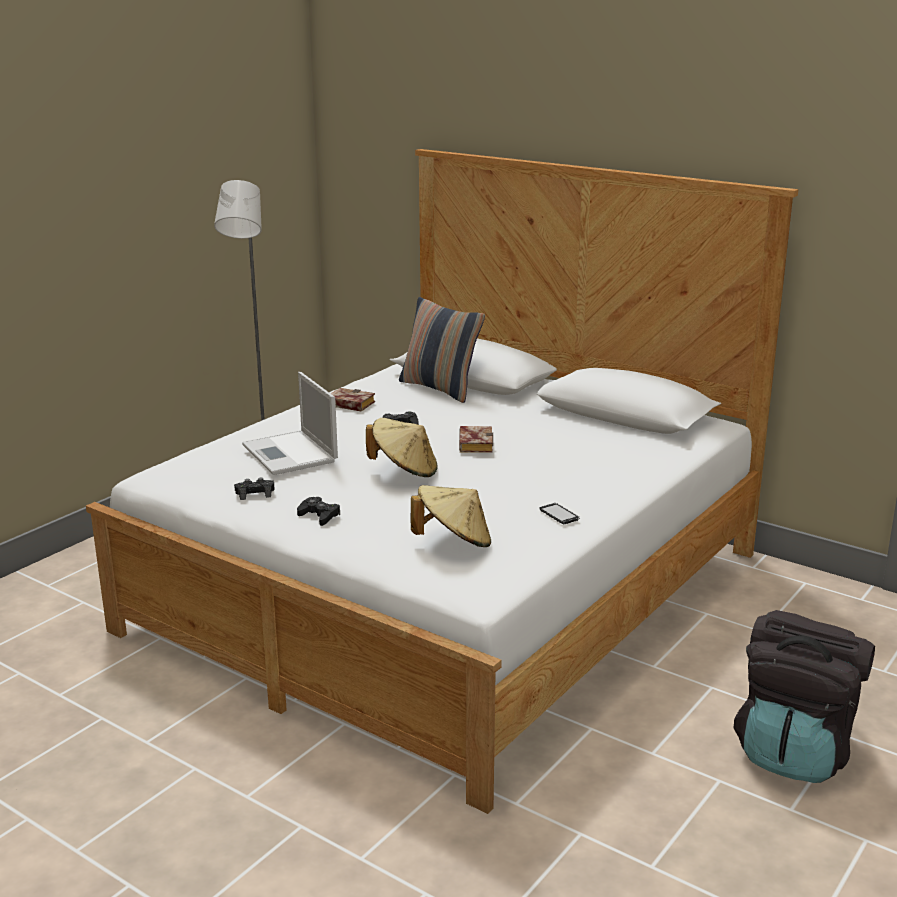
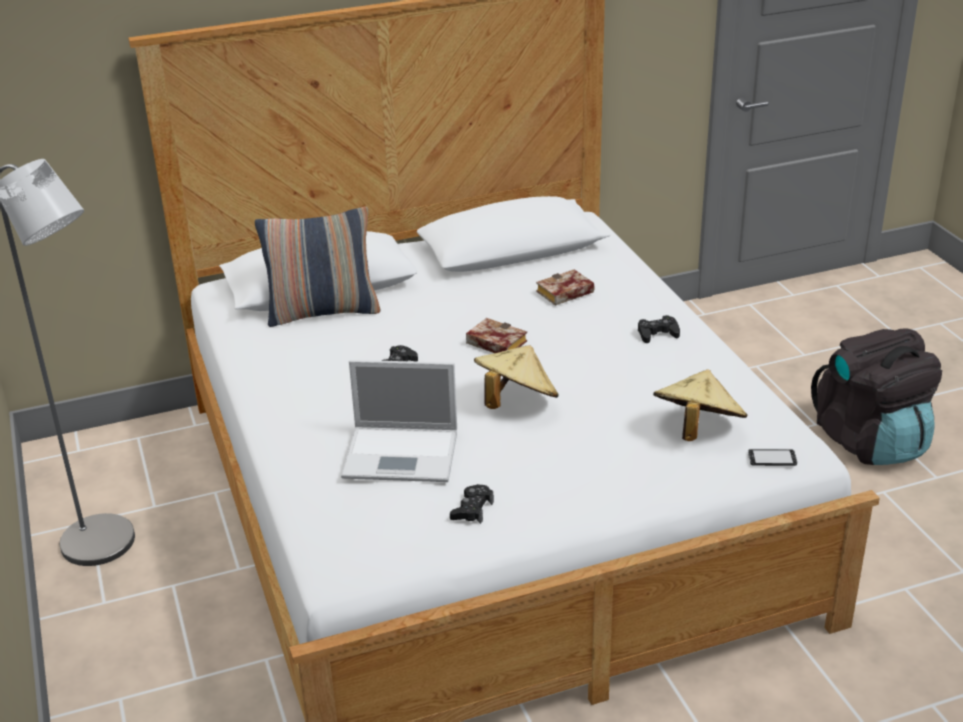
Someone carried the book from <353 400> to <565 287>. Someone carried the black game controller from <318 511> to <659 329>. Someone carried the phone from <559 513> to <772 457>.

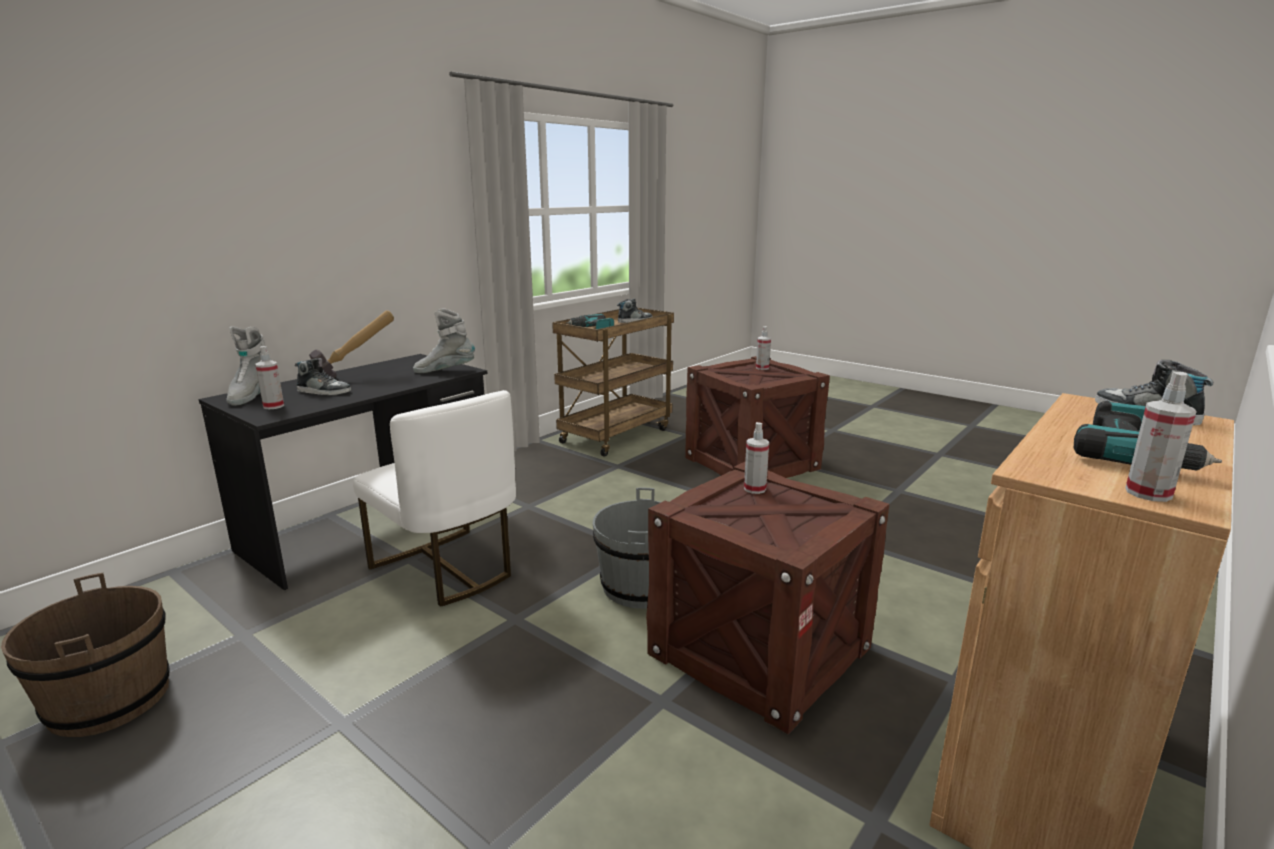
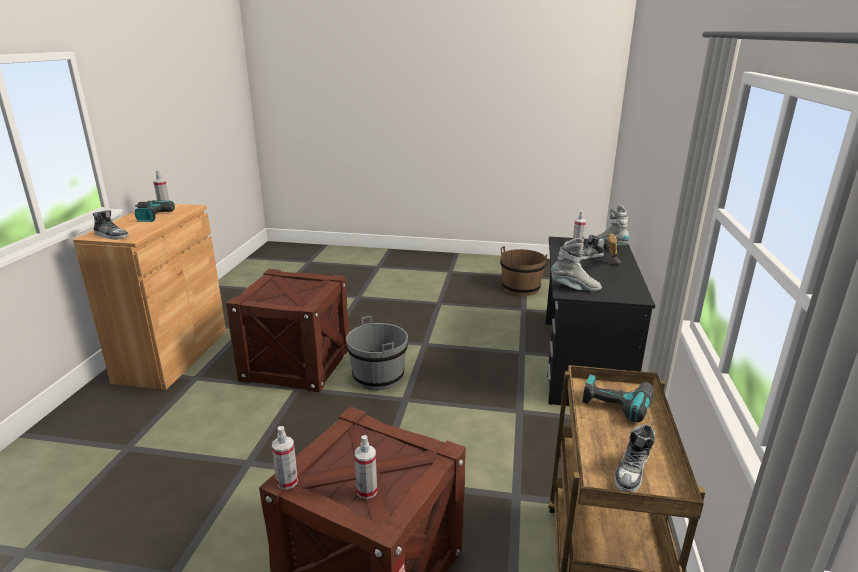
Someone carried the spray bottle from <756 458> to <285 458>. Someone rotated the grey boot at <444 341> by 45 degrees clockwise. Someone took away the white chair at <434 498>.

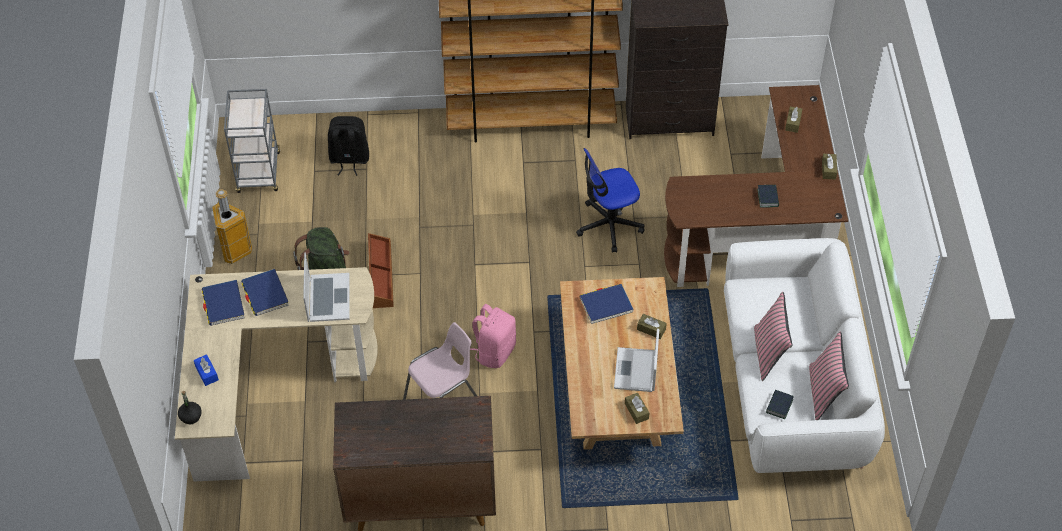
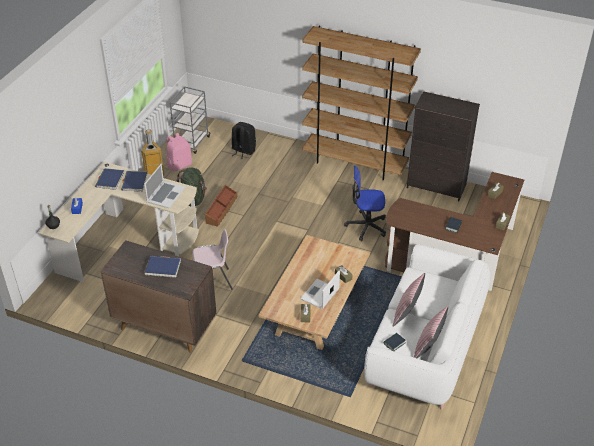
Someone carried the blue book from <606 304> to <162 267>. Someone carried the pink backpack from <493 336> to <179 152>.

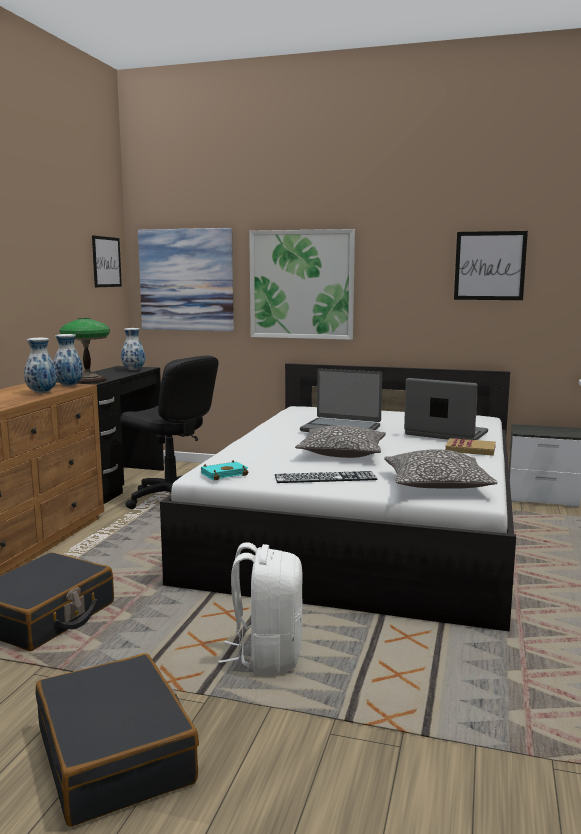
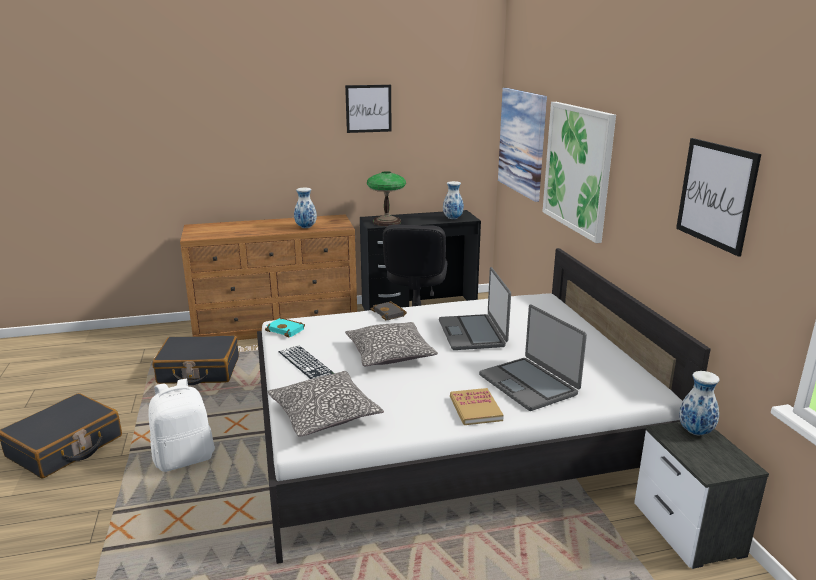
Someone carried the picture from <107 261> to <368 109>. Someone put down the black book at <389 310>. Someone rotated the laptop at <446 409> by 150 degrees clockwise. Someone carried the vase from <68 360> to <699 403>.

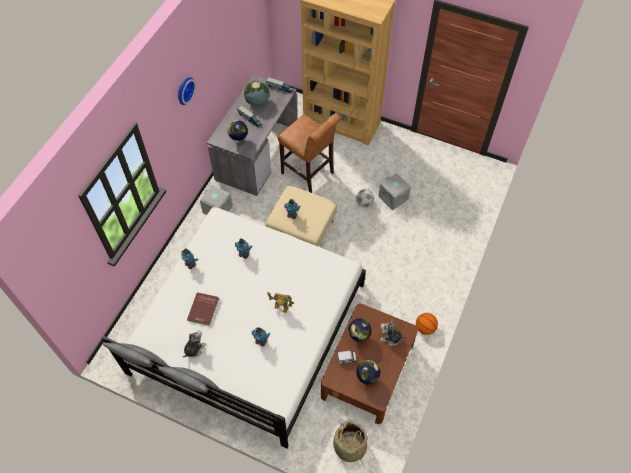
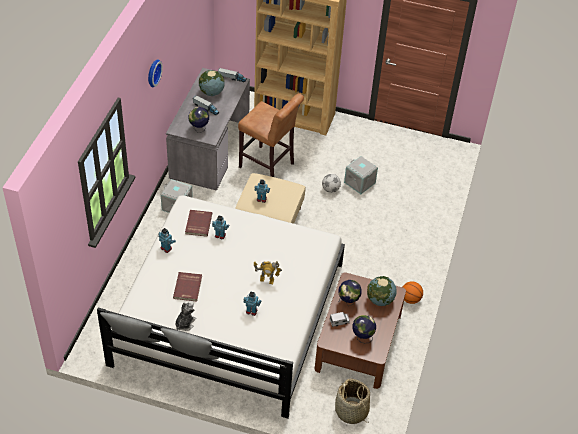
Someone put down the red book at <198 223>. Someone swapped the plush toy at <393 332> for the globe at <382 291>.

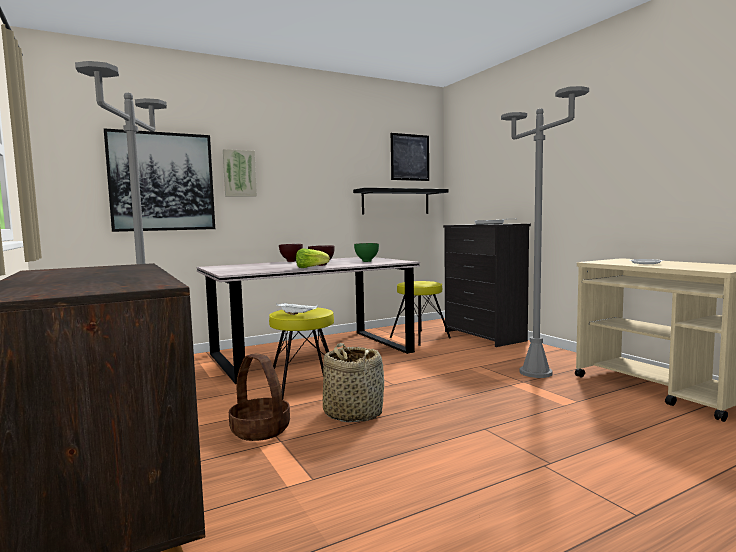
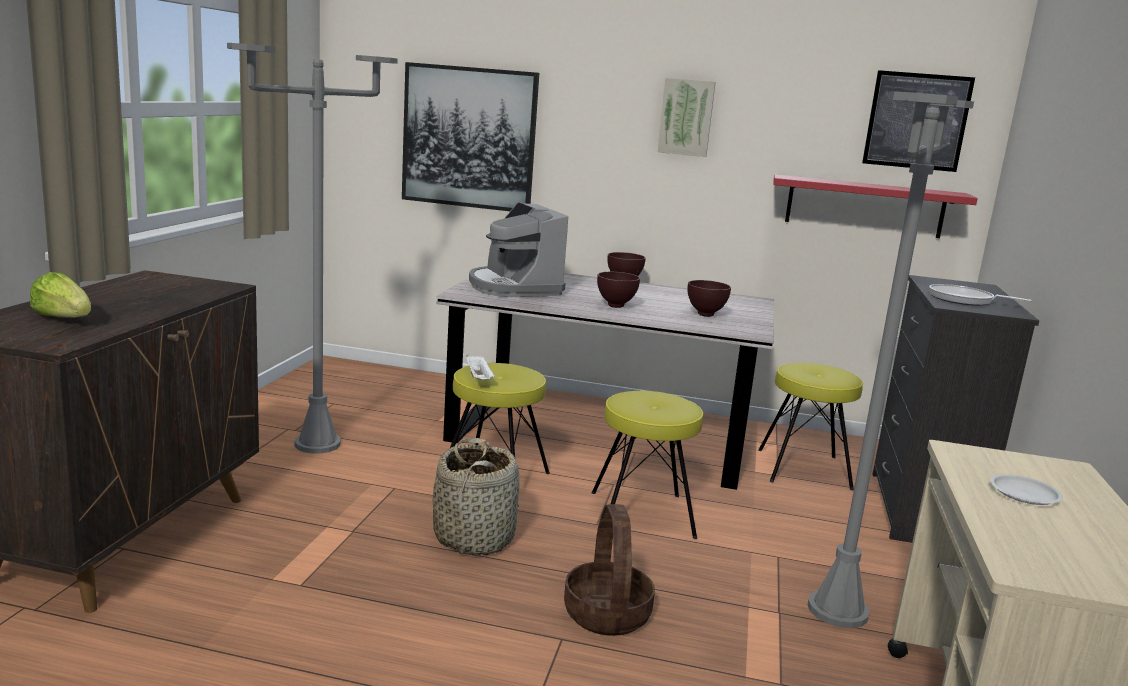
Someone carried the lettuce from <313 258> to <60 295>. Someone put down the coffee machine at <518 249>. Someone carried the basket from <259 397> to <609 570>. Someone put down the yellow stool at <647 465>. Someone carried the picture from <240 173> to <687 117>. Someone repainted the green bowl at <366 252>, which became the brown bowl at <709 298>. Someone repainted the black shelf at <401 201>, which became the red shelf at <875 206>.

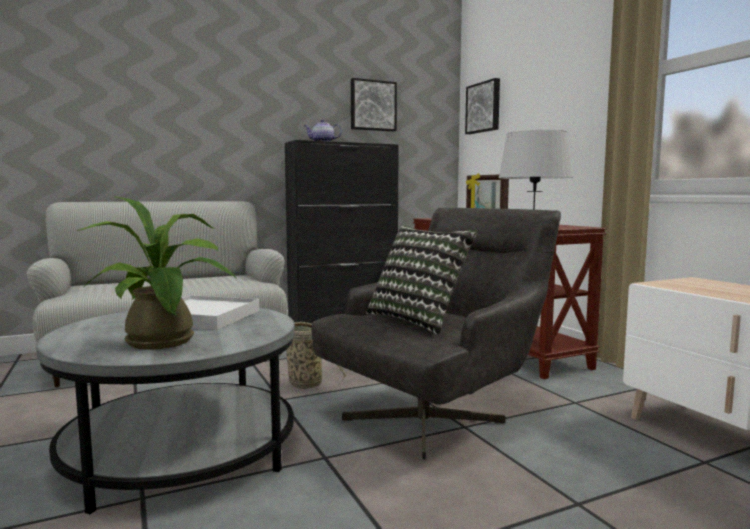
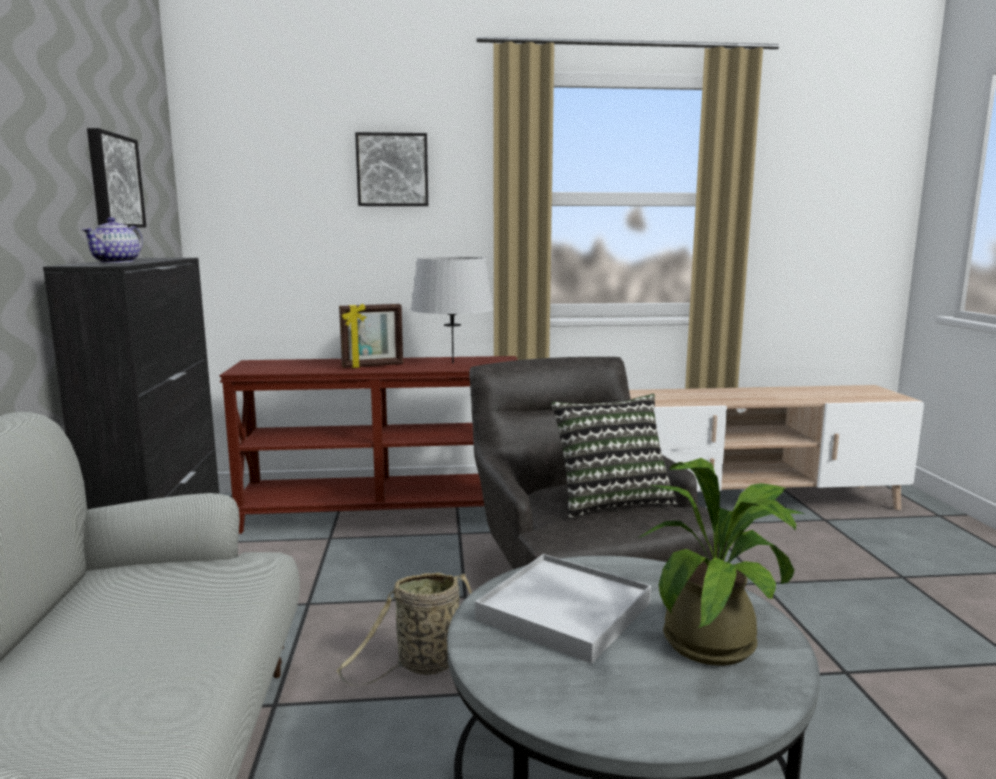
Someone carried the picture from <482 106> to <391 169>.

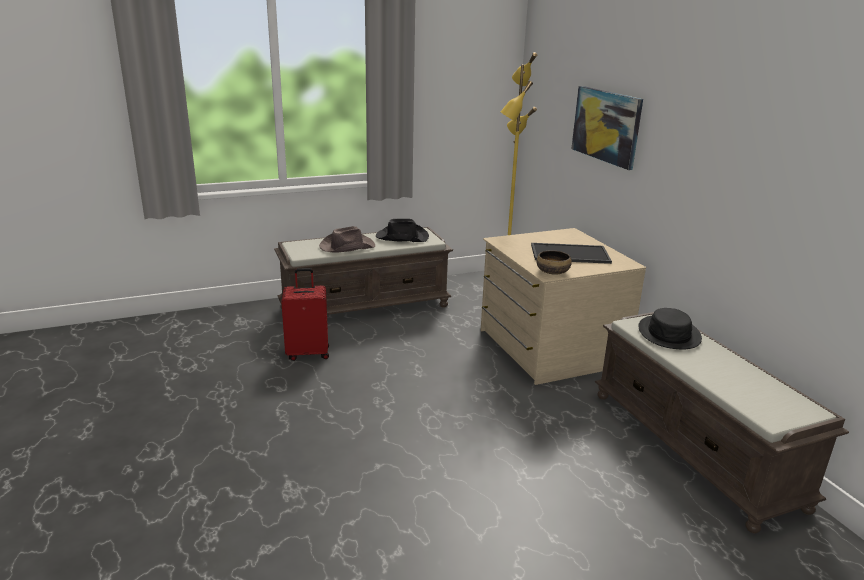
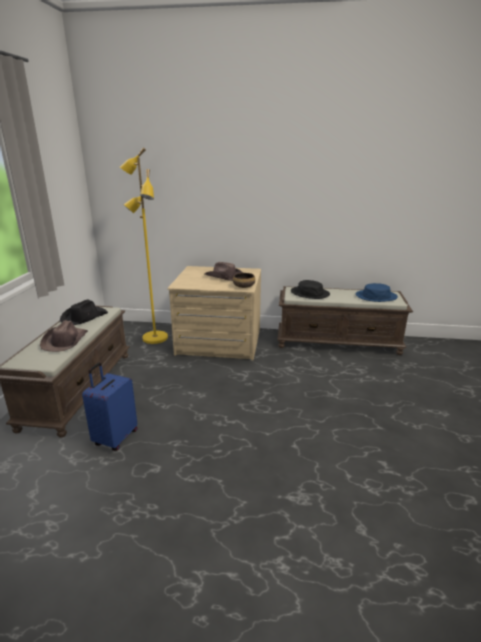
Someone repainted the red suitcase at <305 314>, which became the blue suitcase at <109 406>. Someone swapped the tray at <571 253> for the brown hat at <223 271>. Someone put down the blue hat at <377 292>. Someone took away the picture at <607 128>.

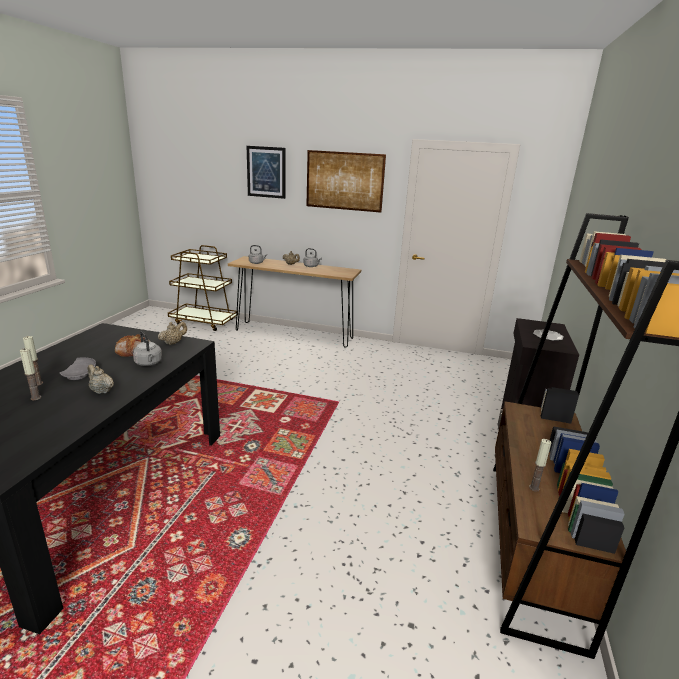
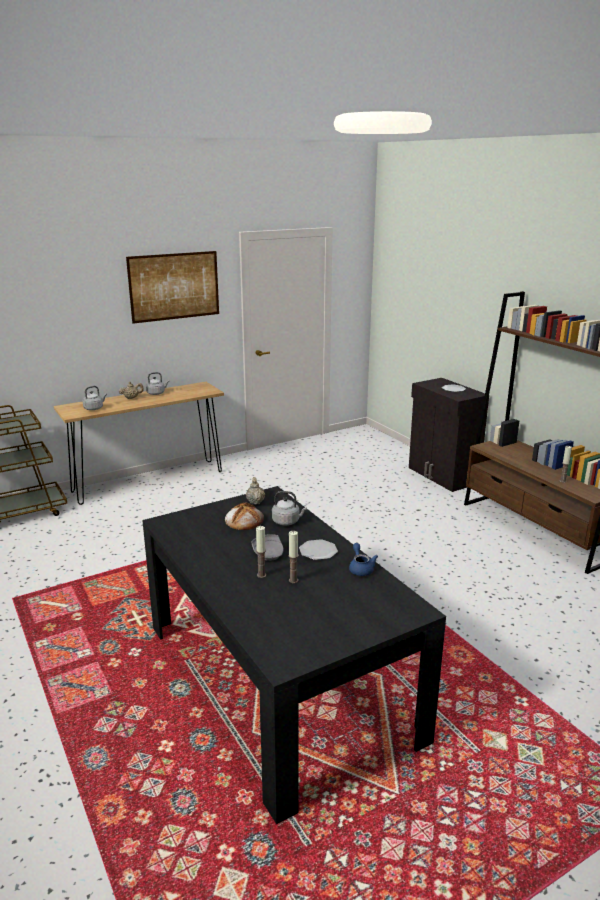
Someone swapped the beige teapot at <101 379> for the plate at <318 549>. Someone put down the blue teapot at <363 559>. Someone took away the picture at <266 172>.

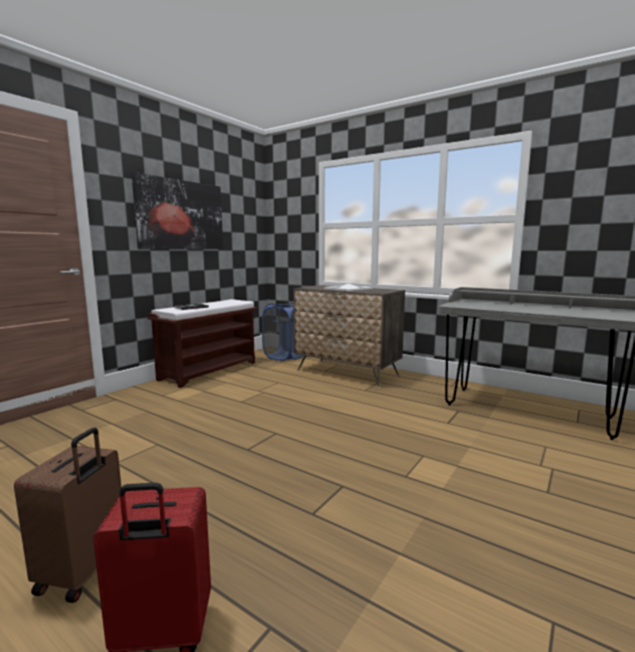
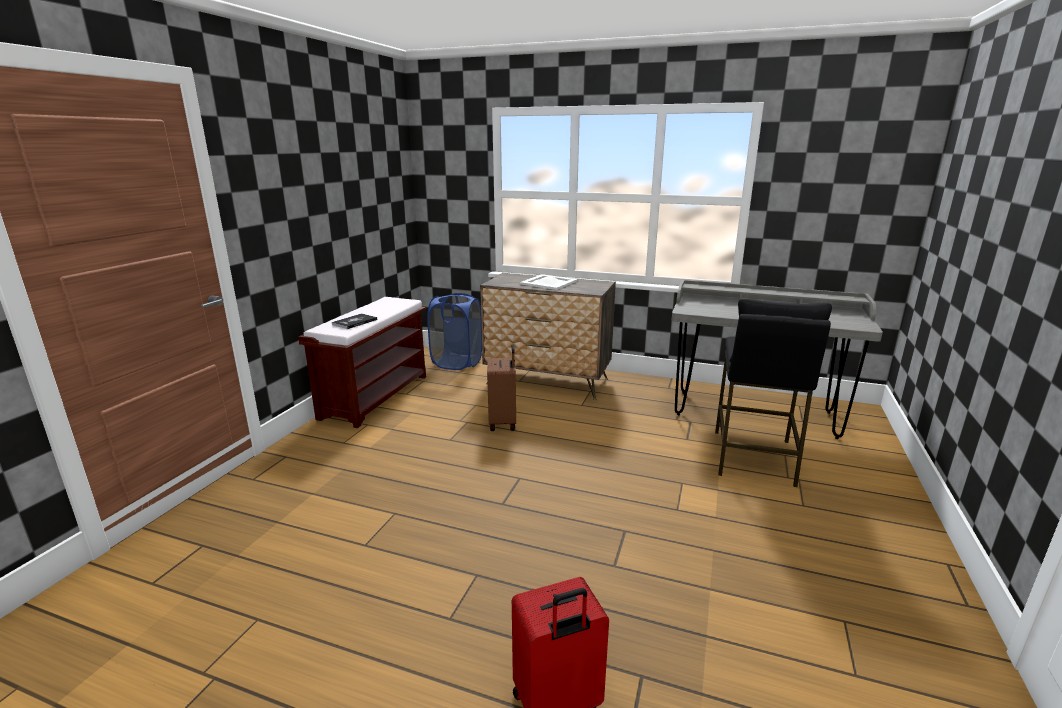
Someone carried the brown suitcase from <67 515> to <501 388>. Someone put down the black stool at <773 393>. Someone took away the picture at <177 210>.

